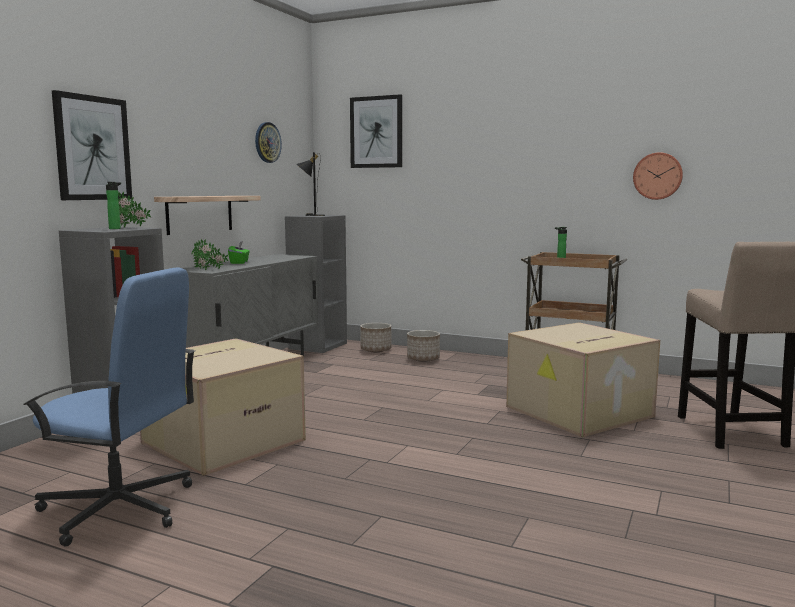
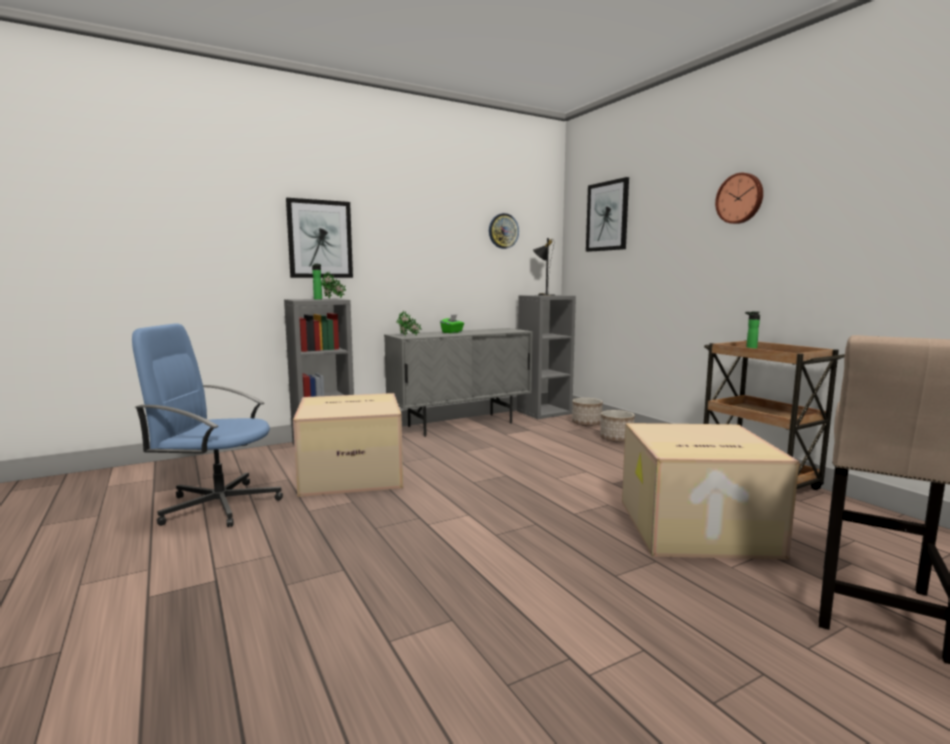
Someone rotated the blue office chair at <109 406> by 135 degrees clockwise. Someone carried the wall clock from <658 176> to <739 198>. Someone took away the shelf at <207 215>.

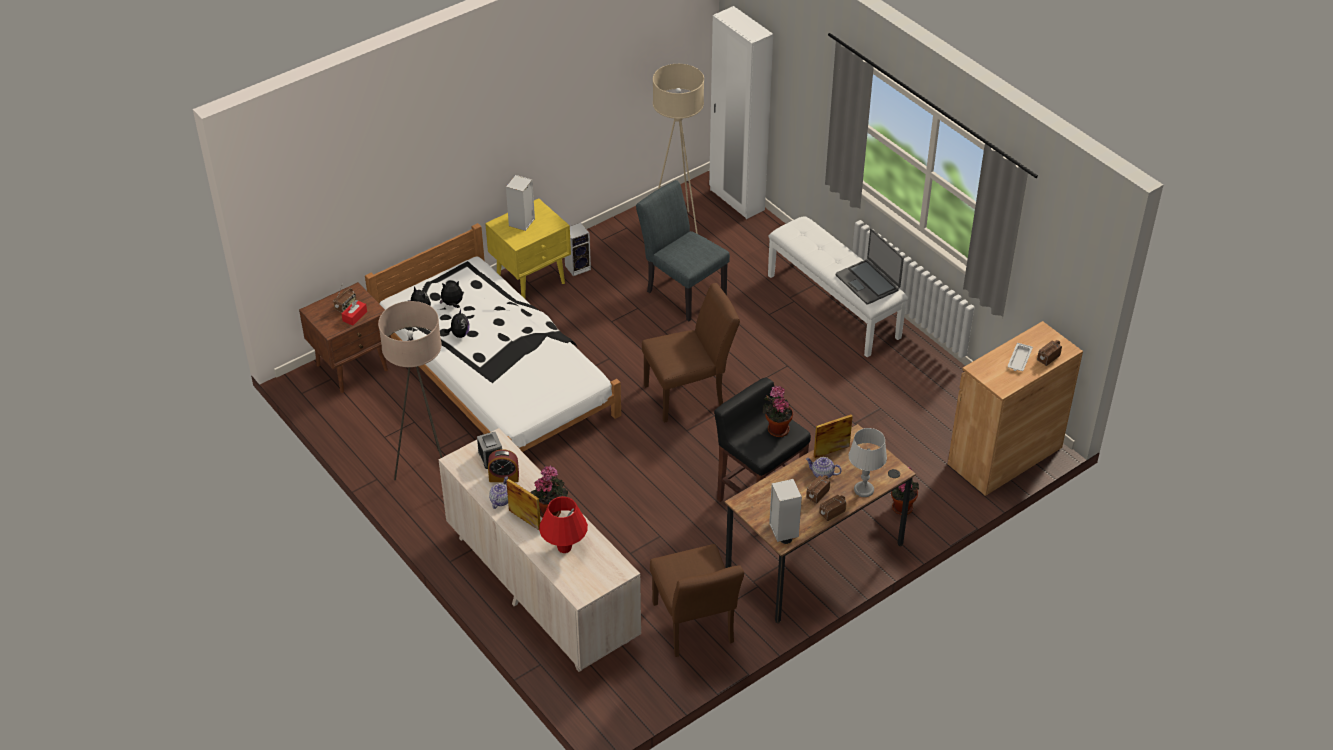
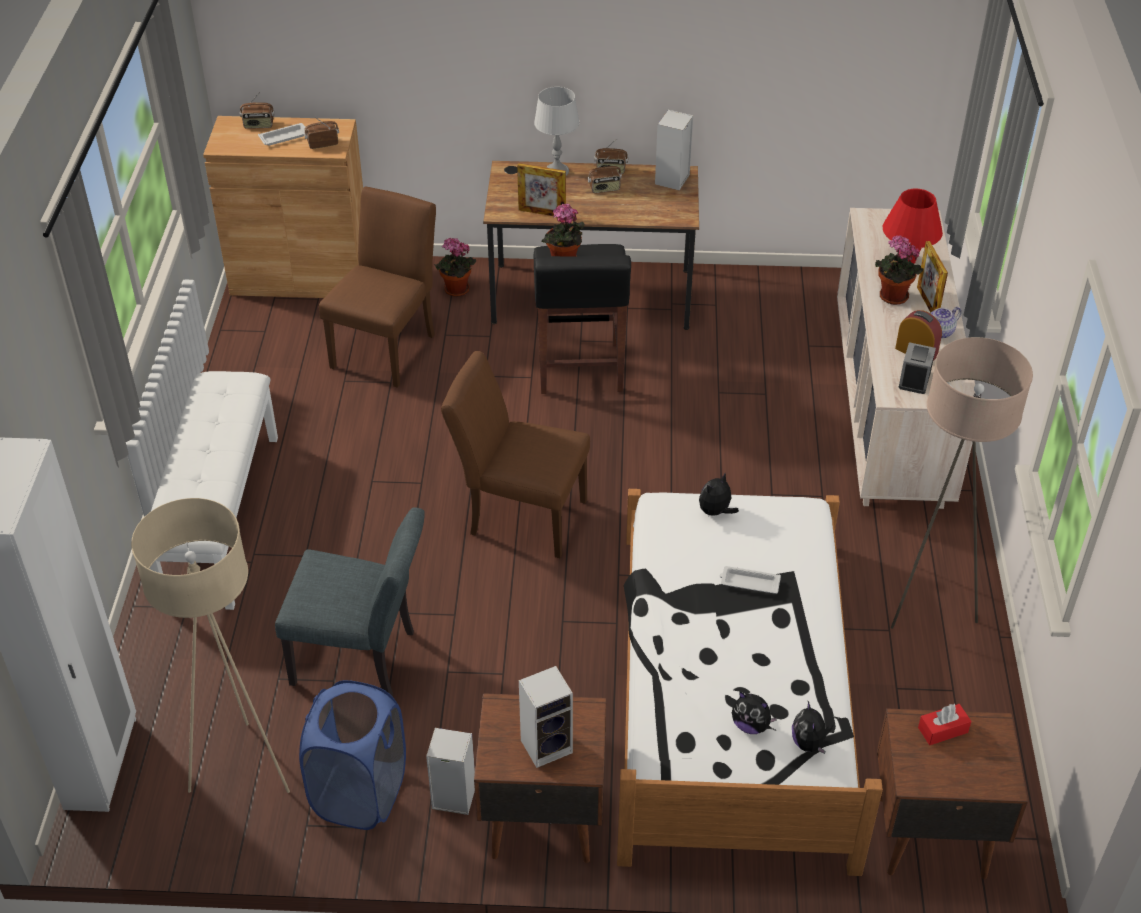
Someone rotated the grey chair at <683 250> by 75 degrees counterclockwise. Someone put down the blue laundry basket at <352 755>. Someone carried the radio from <345 298> to <321 133>. Someone carried the brown chair from <697 600> to <377 287>. Someone repainted the yellow nightstand at <528 249>, which became the brown nightstand at <540 778>. Someone carried the plush toy from <457 323> to <719 494>. Someone put down the white tray at <750 580>. Someone took away the teapot at <824 467>. Someone took away the laptop at <870 267>.

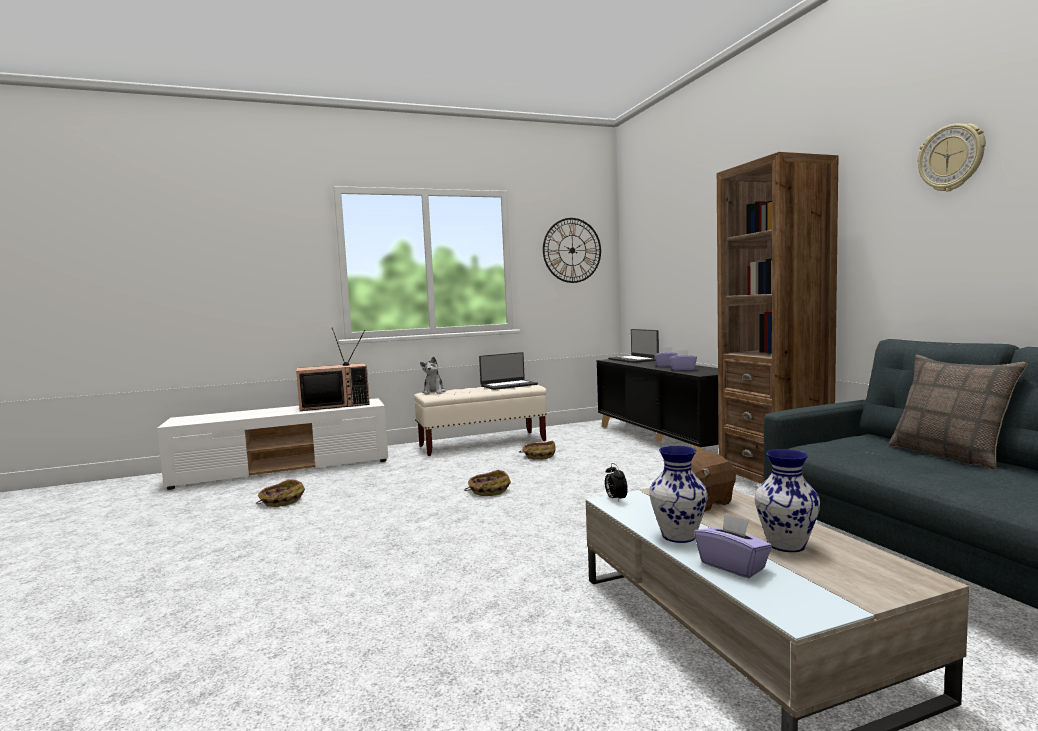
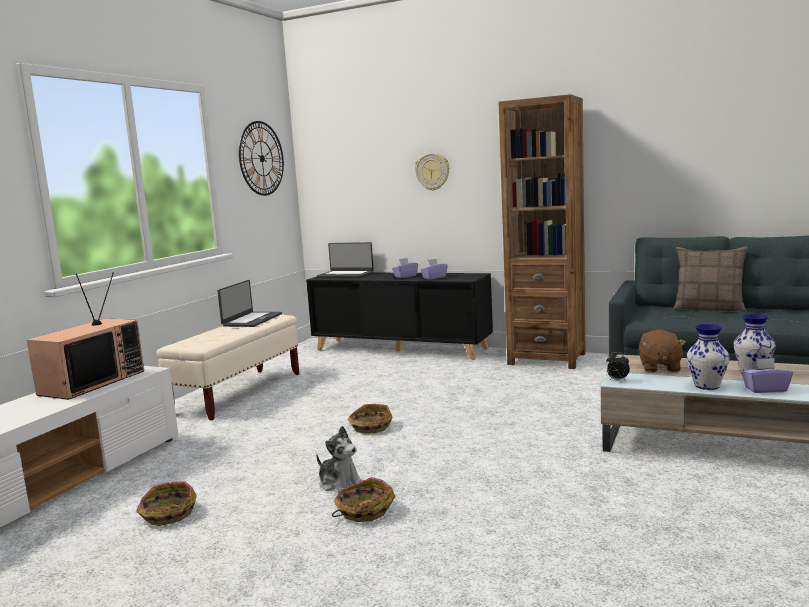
Someone carried the plush toy from <432 375> to <339 459>. Someone carried the basket from <537 450> to <364 499>. Someone carried the wall clock from <951 157> to <432 172>.

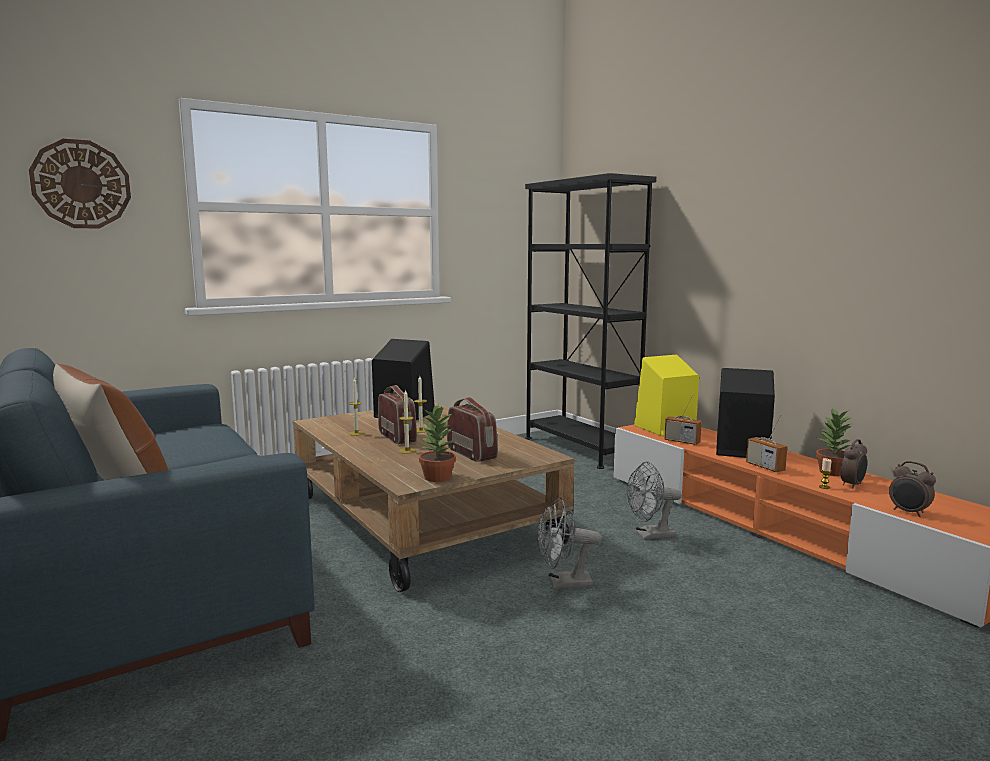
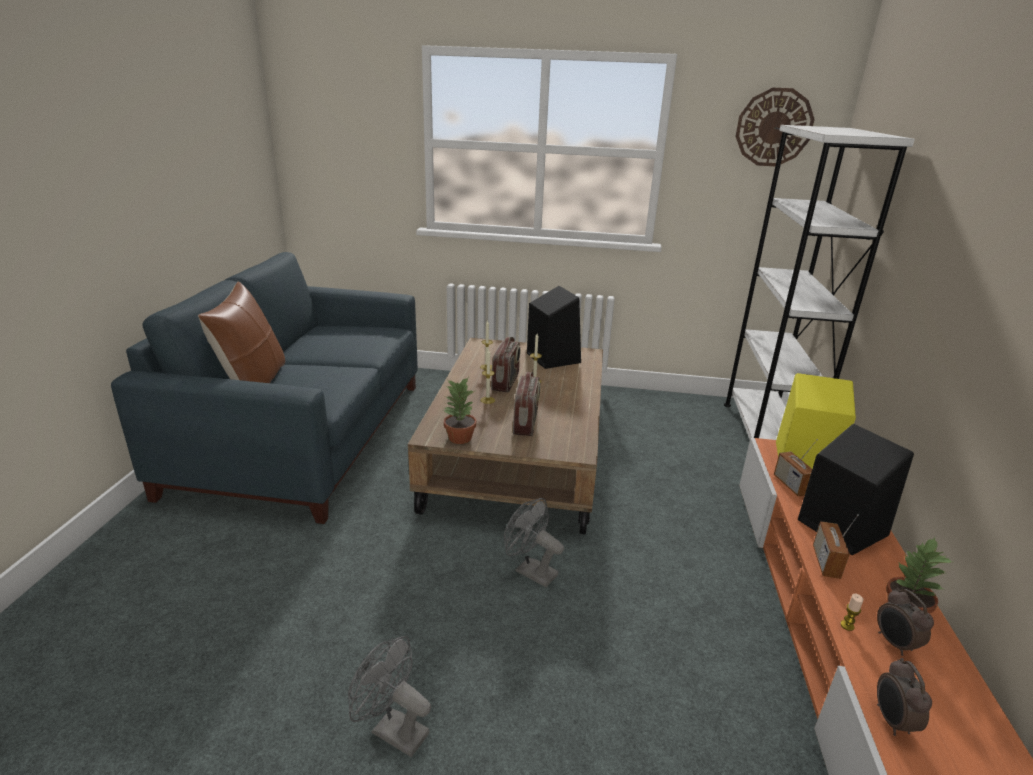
Someone carried the grey fan from <654 501> to <389 696>. Someone repainted the black bookcase at <590 321>, which became the white bookcase at <819 282>. Someone carried the wall clock from <80 183> to <775 127>. Someone rotated the alarm clock at <854 464> by 75 degrees clockwise.

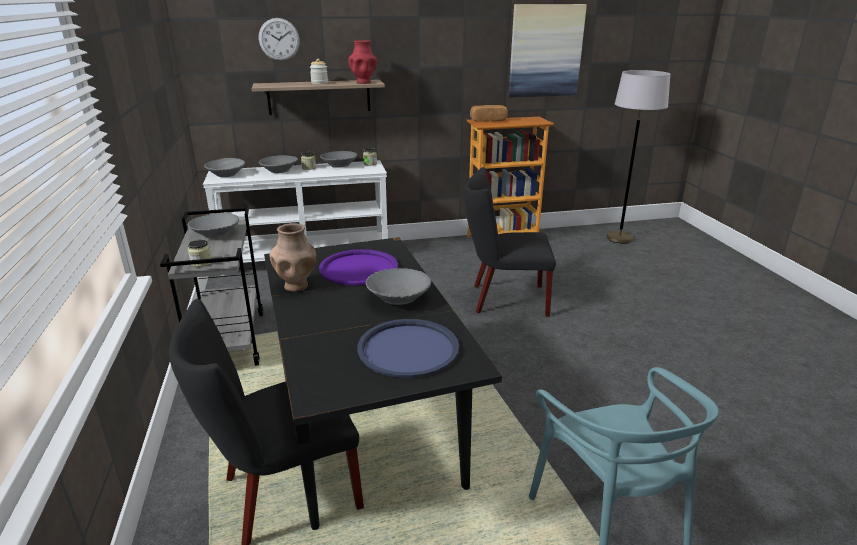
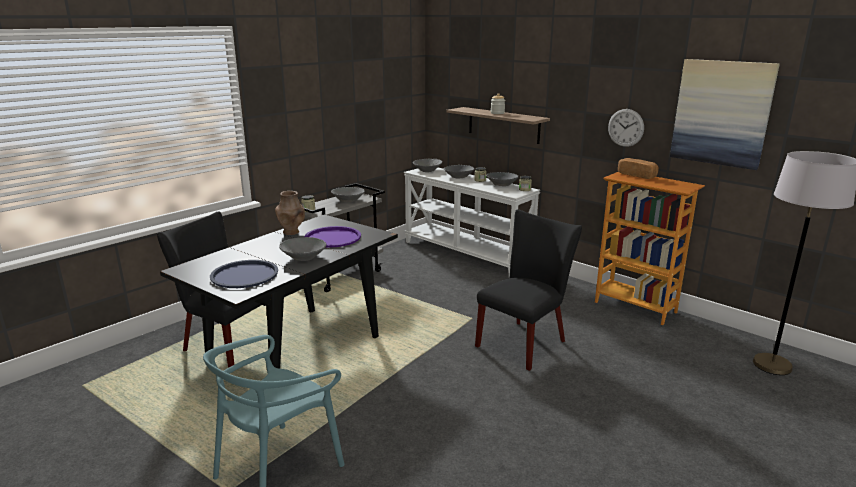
Someone rotated the black chair at <510 242> by 75 degrees clockwise. Someone carried the wall clock from <279 39> to <626 128>. Someone took away the red vase at <362 62>.

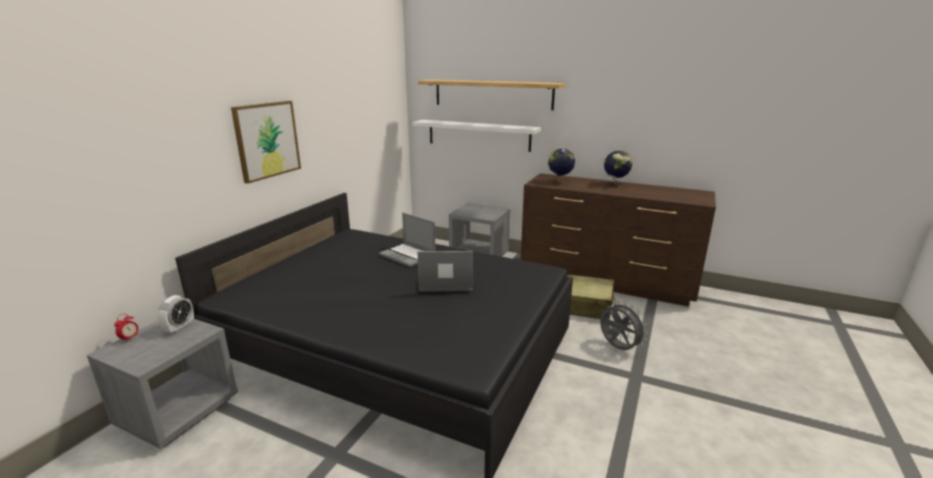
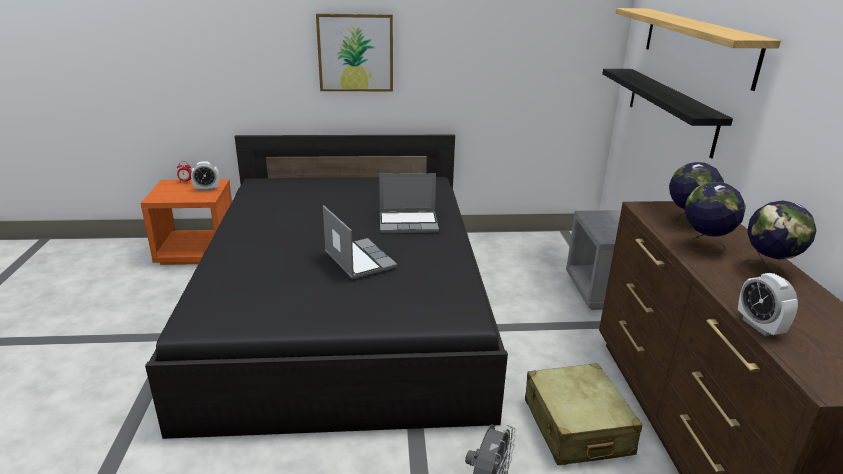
Someone repainted the grey nightstand at <162 384>, which became the orange nightstand at <186 222>. Someone rotated the laptop at <407 239> by 105 degrees counterclockwise. Someone repainted the white shelf at <476 136>, which became the black shelf at <667 113>. Someone put down the globe at <715 217>. Someone put down the alarm clock at <768 304>.

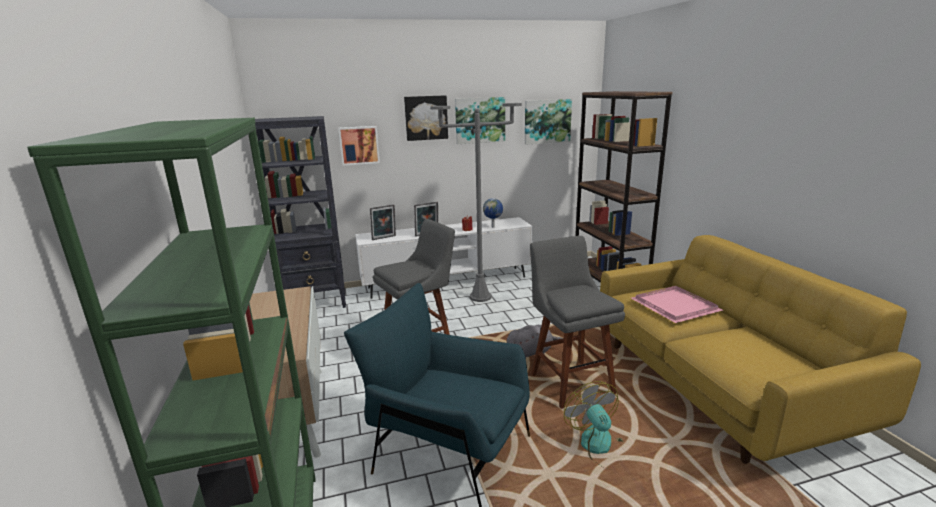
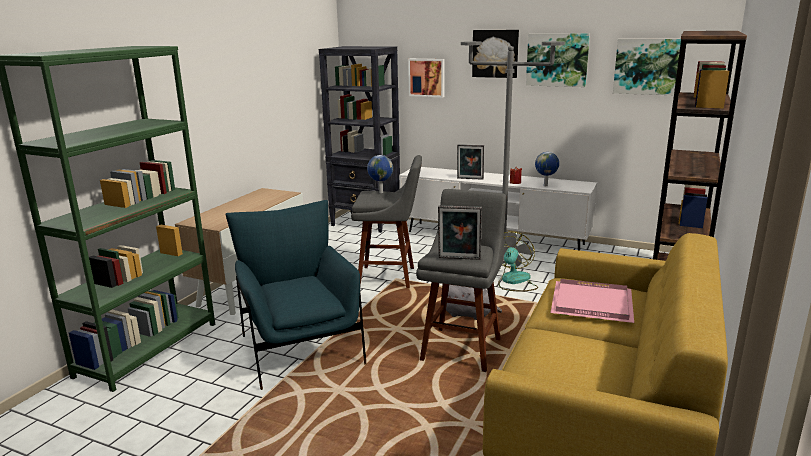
Someone put down the globe at <380 174>. Someone carried the picture frame from <383 222> to <460 232>. Someone carried the fan from <593 425> to <518 261>.

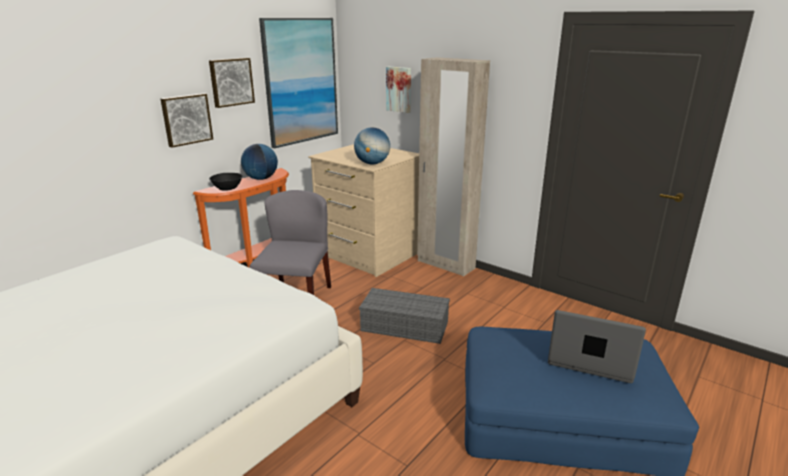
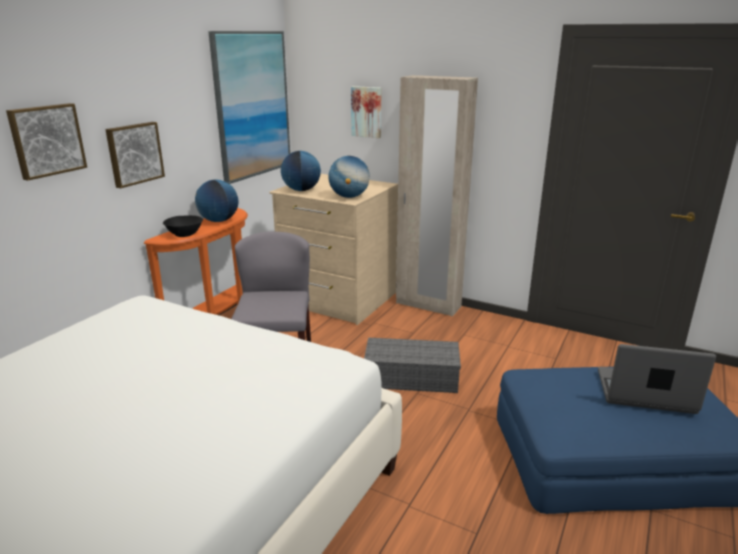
Someone carried the picture from <232 83> to <46 142>. Someone put down the globe at <301 171>.

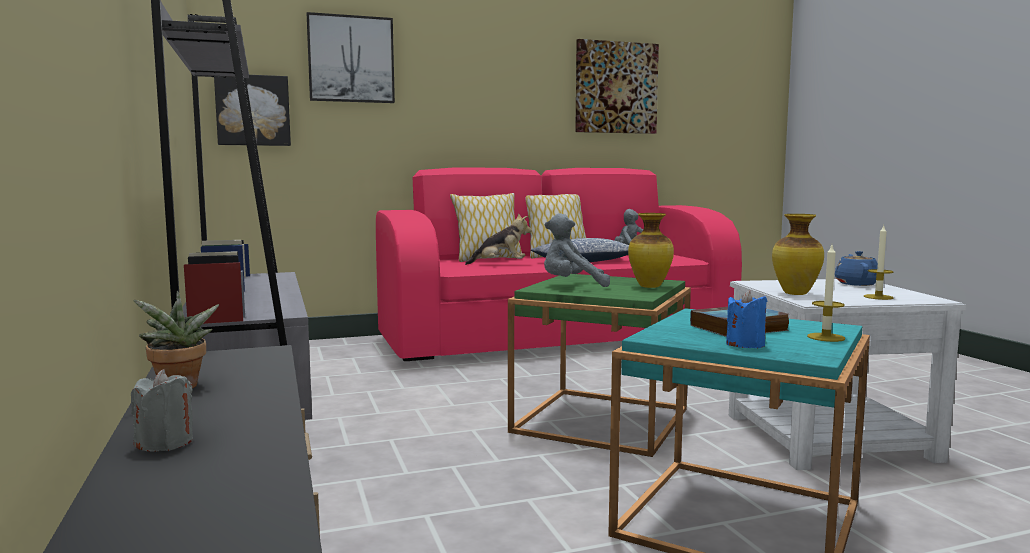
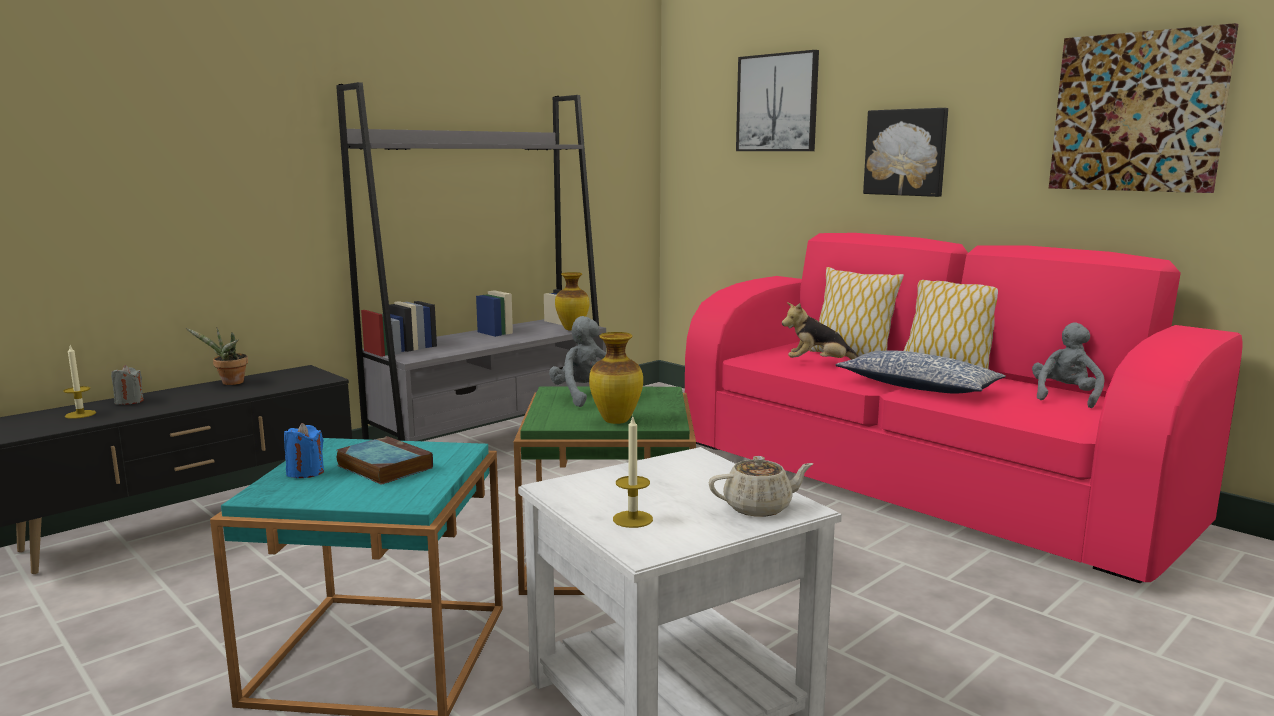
Someone carried the candle from <826 293> to <79 382>. Someone carried the vase from <798 254> to <572 301>. Someone repainted the blue teapot at <856 268>, which became the beige teapot at <761 486>. Someone rotated the plush toy at <498 239> by 120 degrees clockwise. Someone carried the picture from <252 110> to <905 152>.

